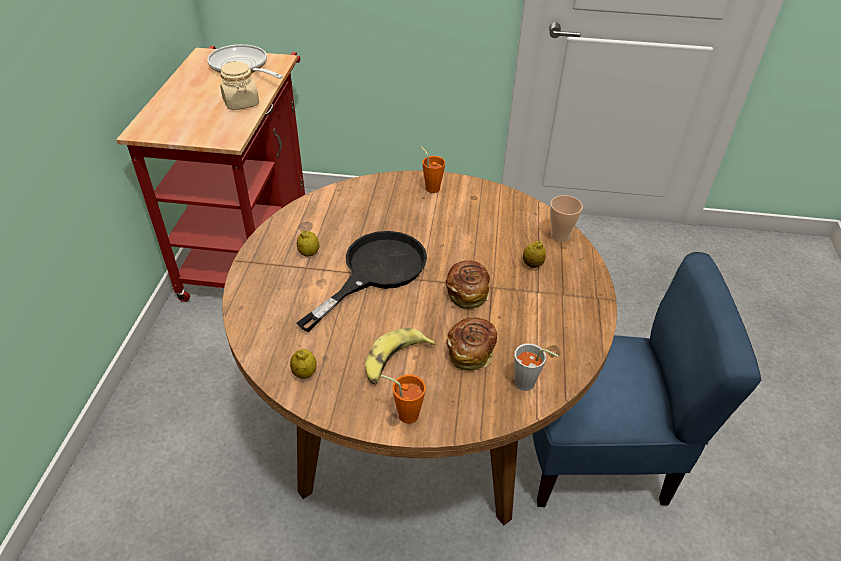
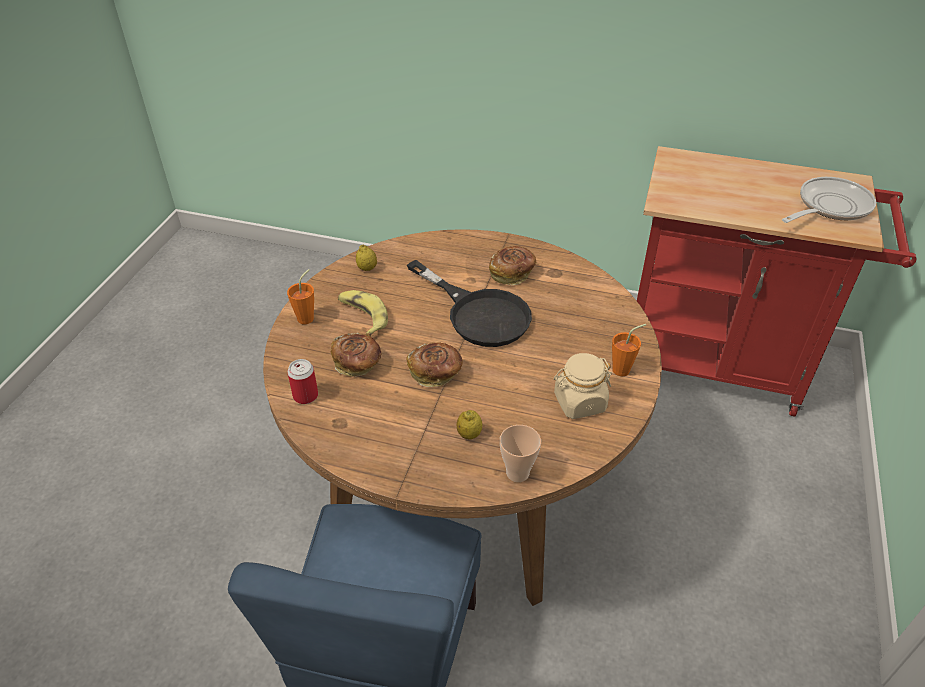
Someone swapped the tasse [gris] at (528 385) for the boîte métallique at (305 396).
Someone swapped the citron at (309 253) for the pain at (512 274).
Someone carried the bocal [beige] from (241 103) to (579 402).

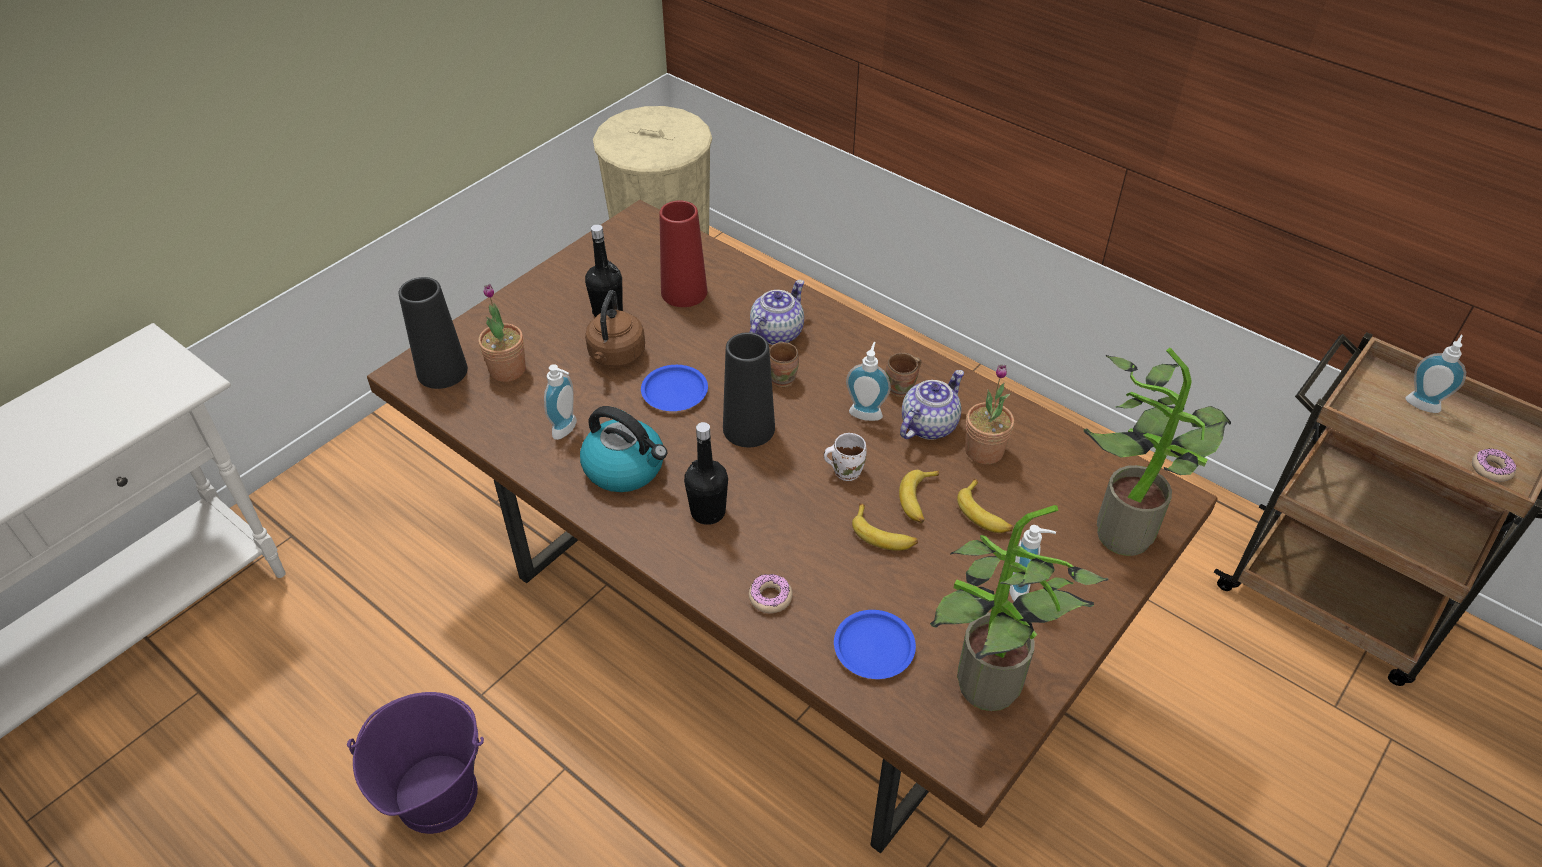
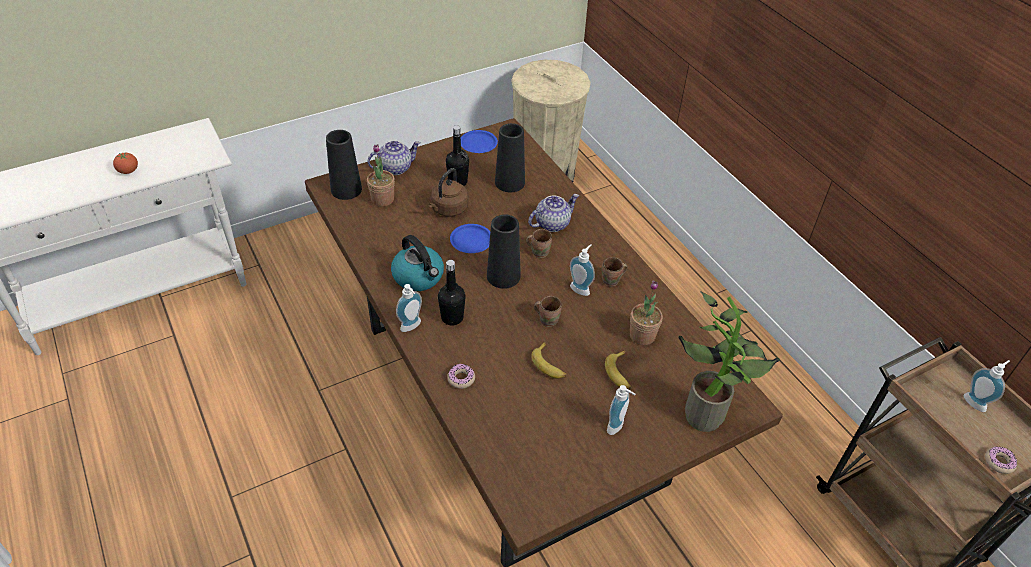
Someone put down the tomate at (128 171).
Someone carried the théière from (928 425) to (395 167).
Someone carried the distributeur de savon from (568 430) to (412 327).
Someone carried the assiette [bleu] from (874 647) to (479 144).
Someone repainted the vase [rouge] at (684 292), which became the vase [noir] at (509 182).
Someone repainted the mug [blanc] at (845 470), which became the mug [marron] at (548 319).
Someone took away the seau [violet] at (436 795).
Someone took away the banane at (919 500).
Someone took away the plante en pot at (983 692).

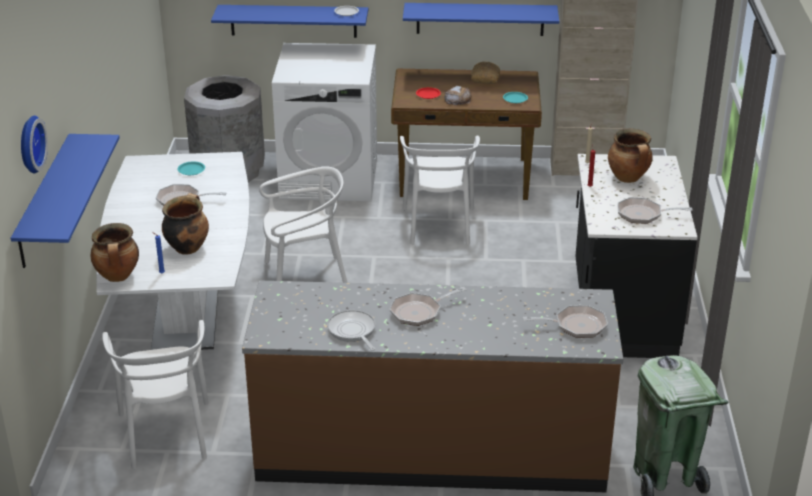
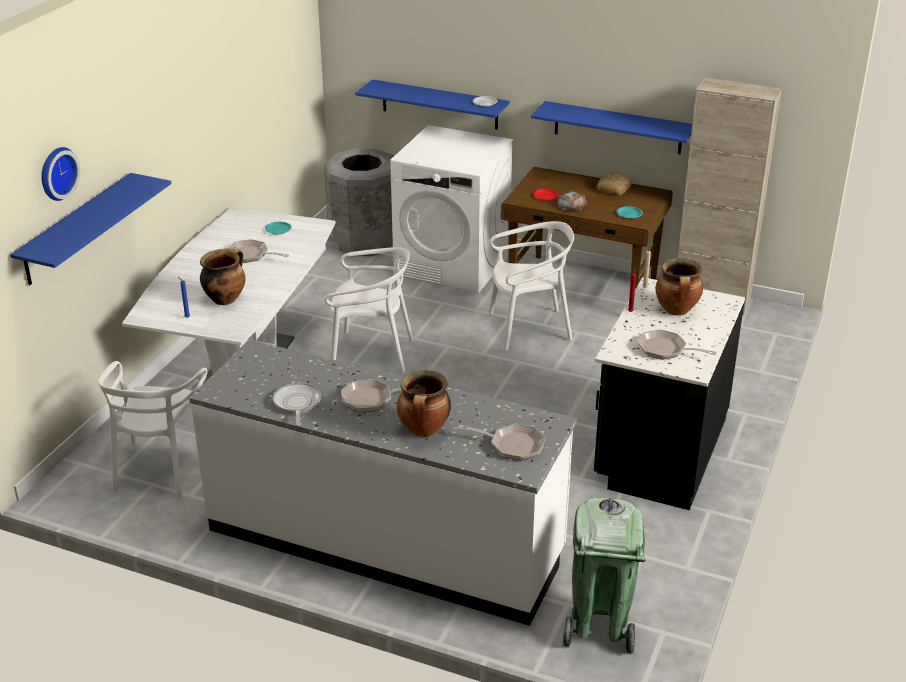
Someone repainted the comptoir de cuisine [marron] at (431 450), which became the comptoir de cuisine [blanc] at (385 541).
Someone carried the marmite from (118 276) to (424 430).
Someone rotated the chaise [blanc] at (439 225) by 120 degrees counterclockwise.

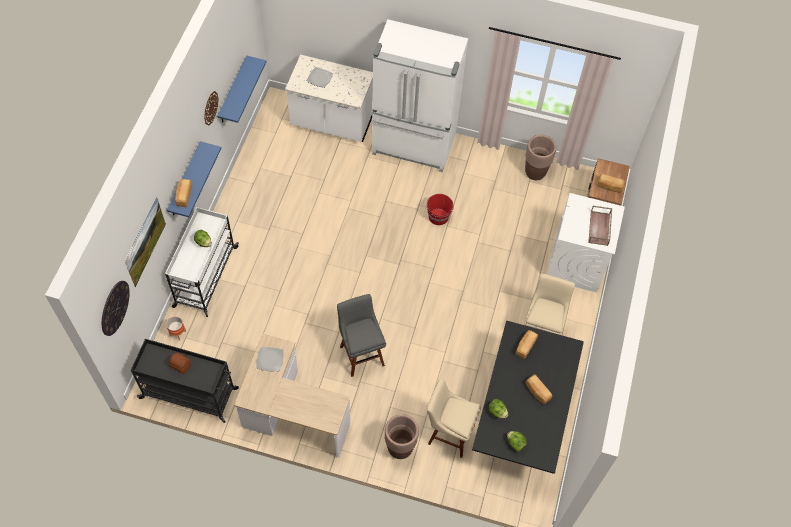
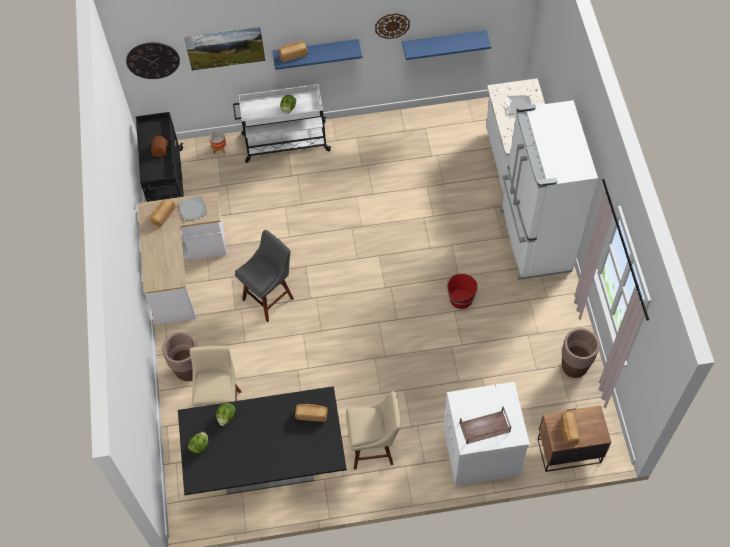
Someone carried the pain from (537 392) to (163 215).

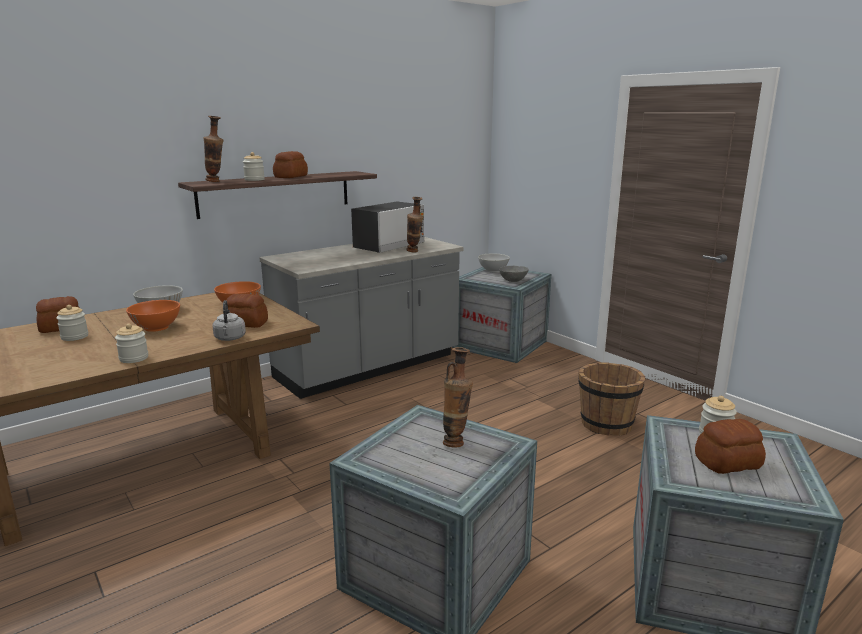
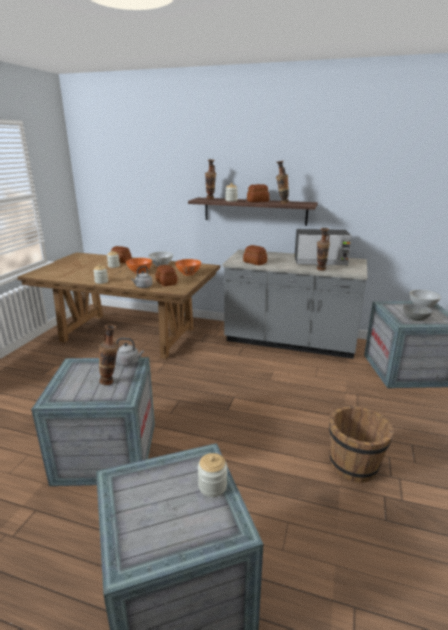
Someone put down the bouilloire [gris] at (129 362).
Someone carried the pain from (728 463) to (255 262).
Someone put down the vase at (281 203).

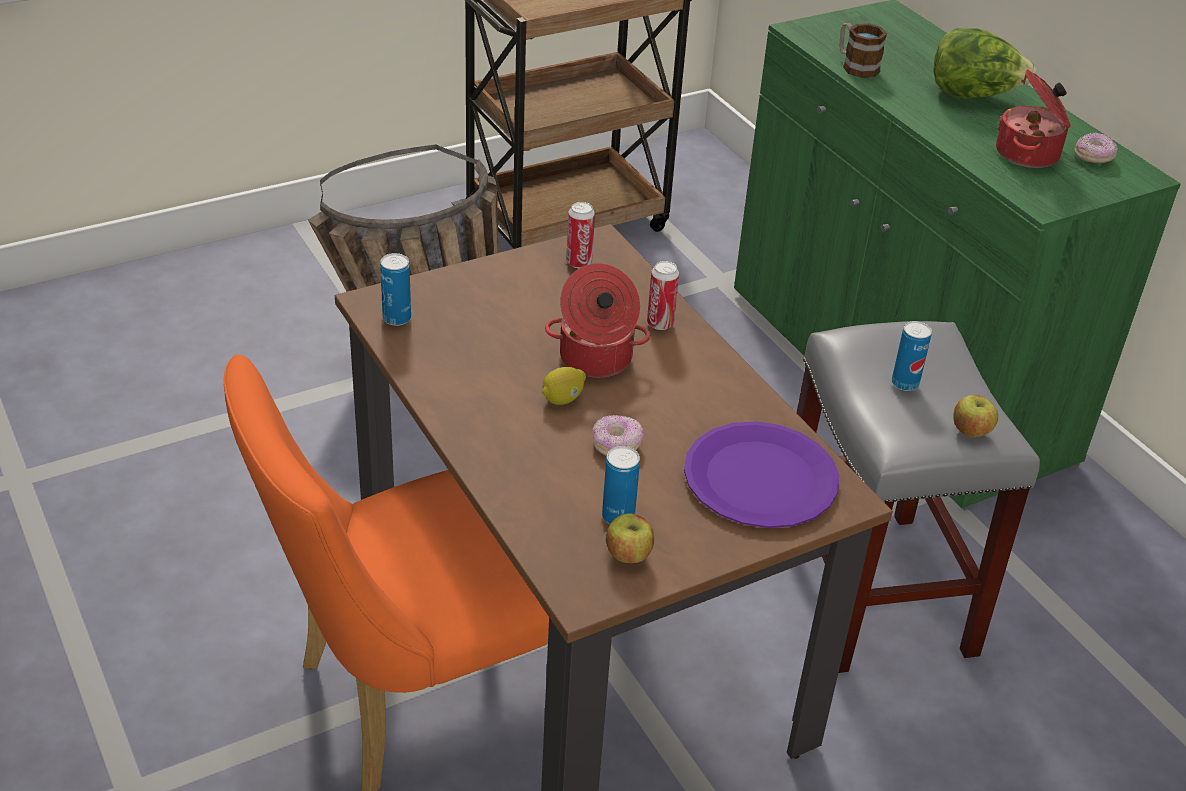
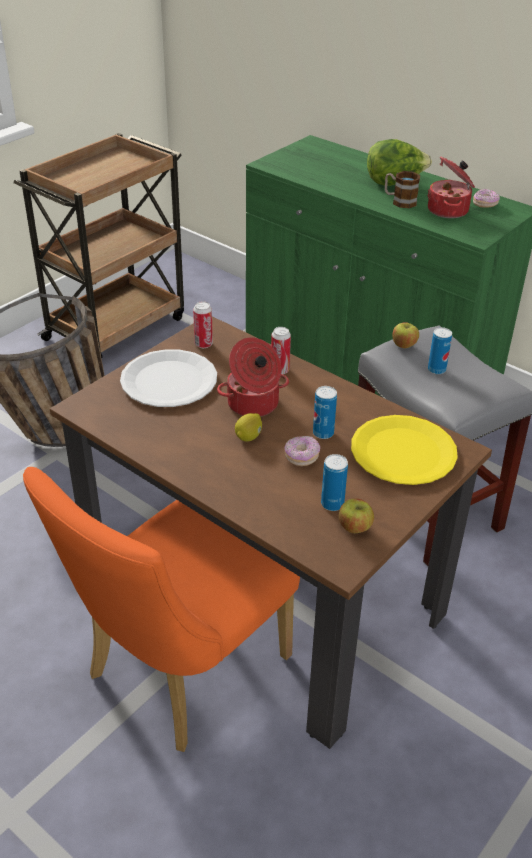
Someone put down the assiette [blanc] at (169 381).
Someone carried the boîte métallique from (397 318) to (323 433).
Someone repainted the assiette [violet] at (760 478), which became the assiette [jaune] at (403 452).
Someone carried the mug from (855 66) to (399 201).
Someone carried the pomme from (971 431) to (404 345).

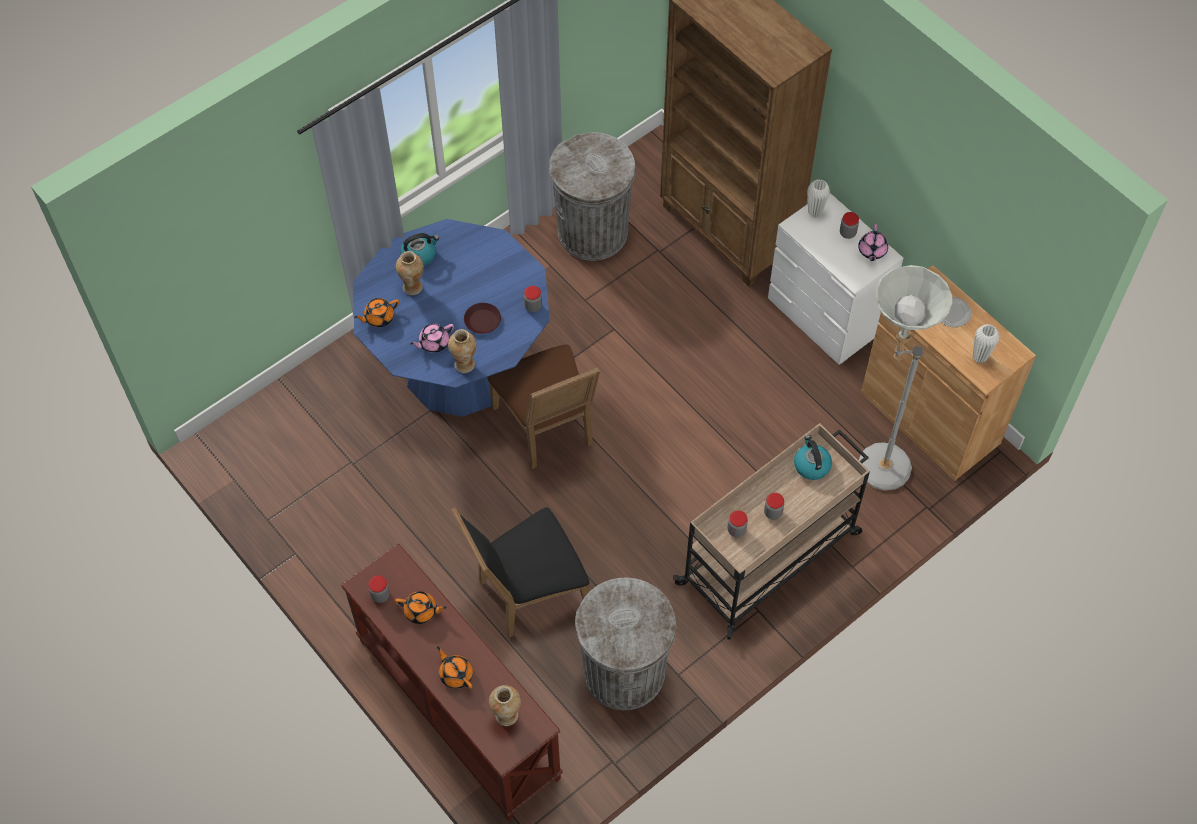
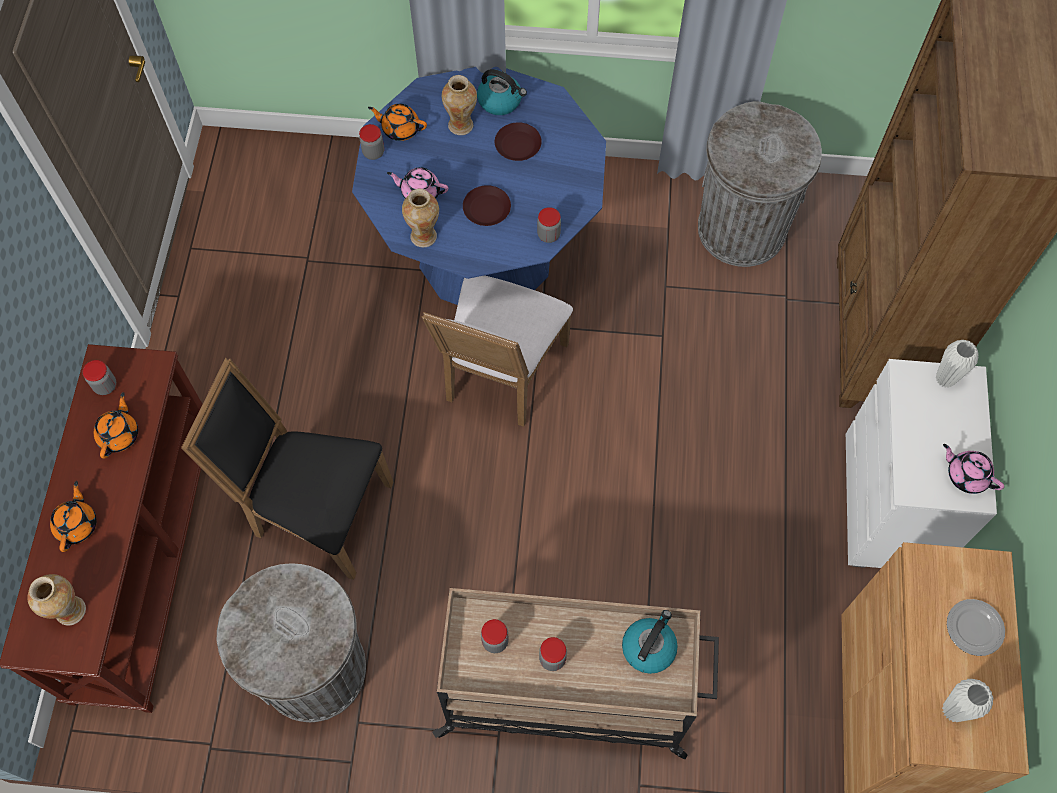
Someone rotated the théière [orange] at (421 611) by 135 degrees counterclockwise.
Someone carried the bocal from (847 233) to (373 152).
Someone repainted the chaise [marron] at (548 429), which became the chaise [blanc] at (500 376).
Someone put down the assiette [marron] at (518 145).
Someone rotated the théière [rose] at (872 251) by 75 degrees clockwise.
Someone took away the lampadaire [gris] at (872 465).

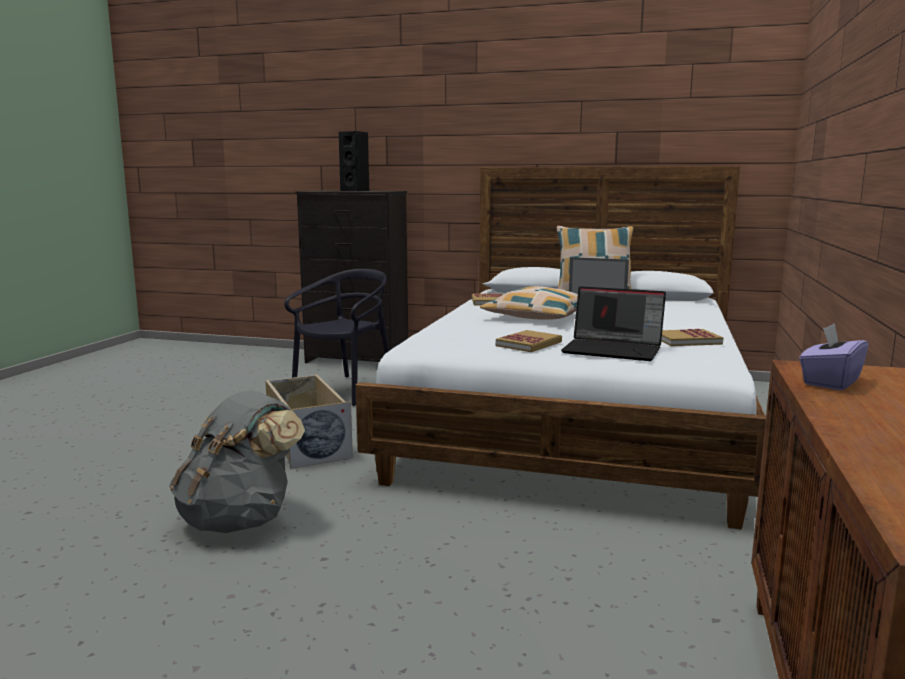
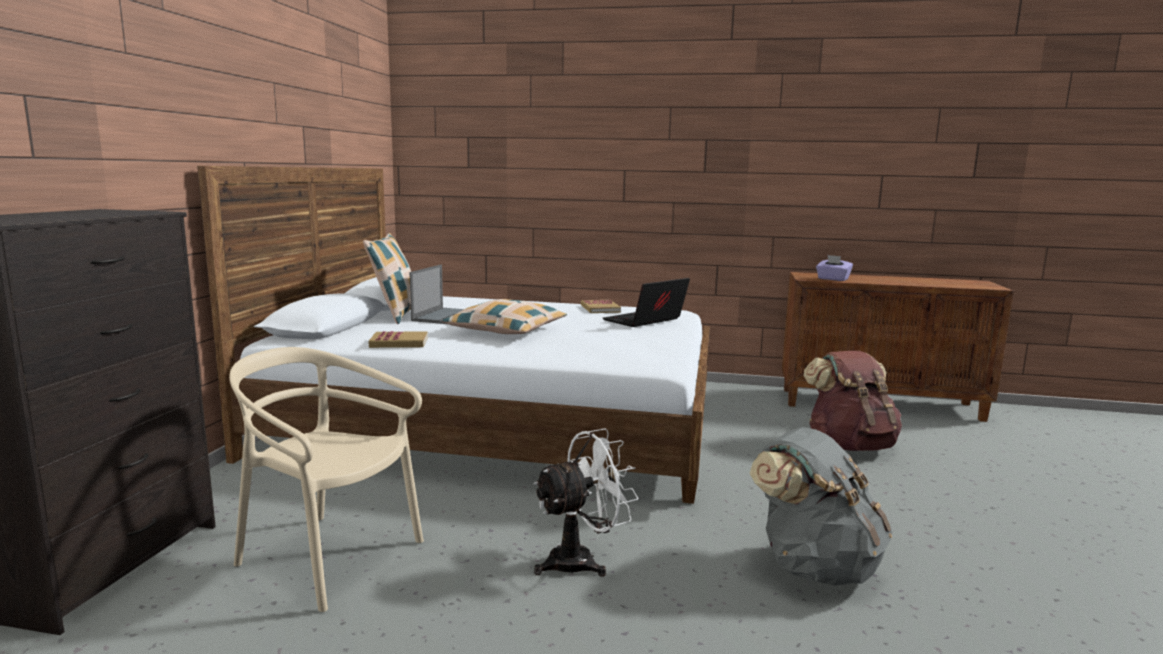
Someone repainted the chaise [noir] at (346 390), which became the chaise [beige] at (329 557).
Someone swapped the boîte de rangement [beige] at (306 442) for the ventilateur [blanc] at (581 560).
Someone rotated the ordinateur portable at (614 350) by 150 degrees counterclockwise.
Someone put down the sac à dos [marron] at (850 445).
Someone took away the enceinte [noir] at (356 190).
Someone took away the livre at (529 344).

